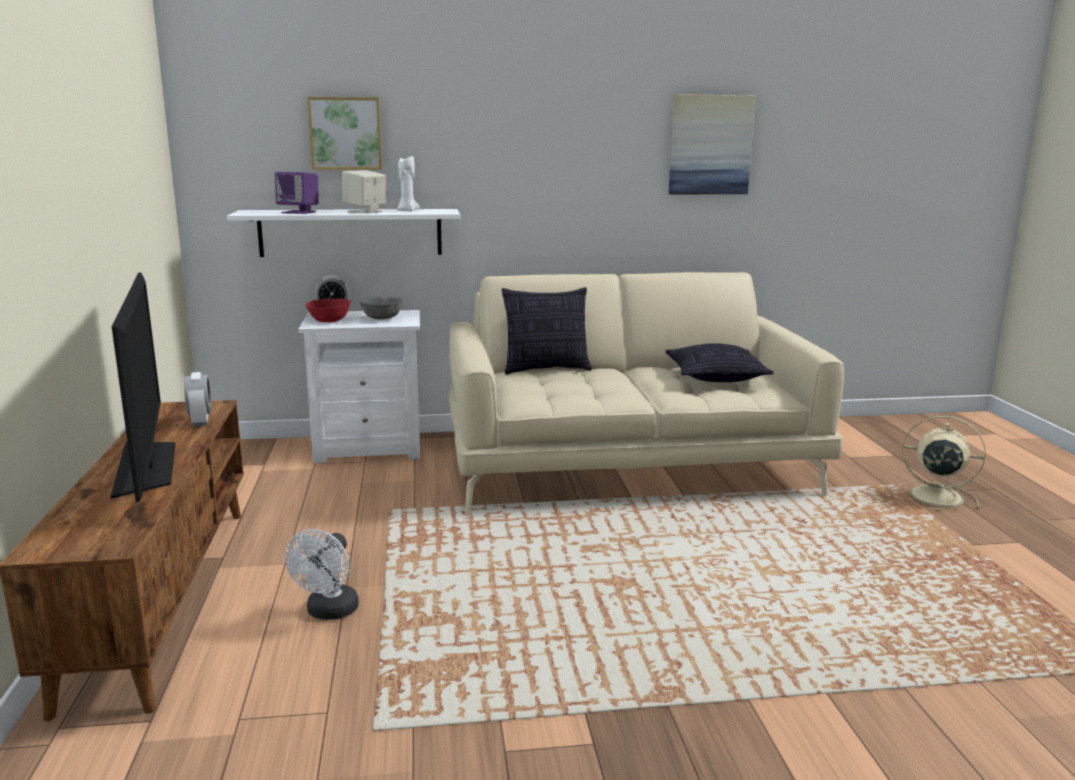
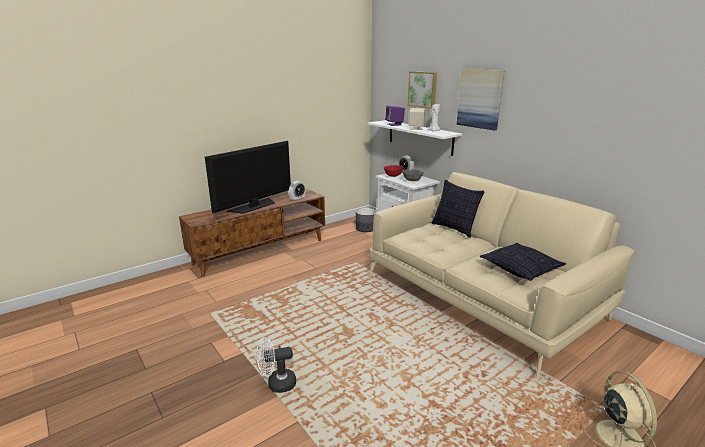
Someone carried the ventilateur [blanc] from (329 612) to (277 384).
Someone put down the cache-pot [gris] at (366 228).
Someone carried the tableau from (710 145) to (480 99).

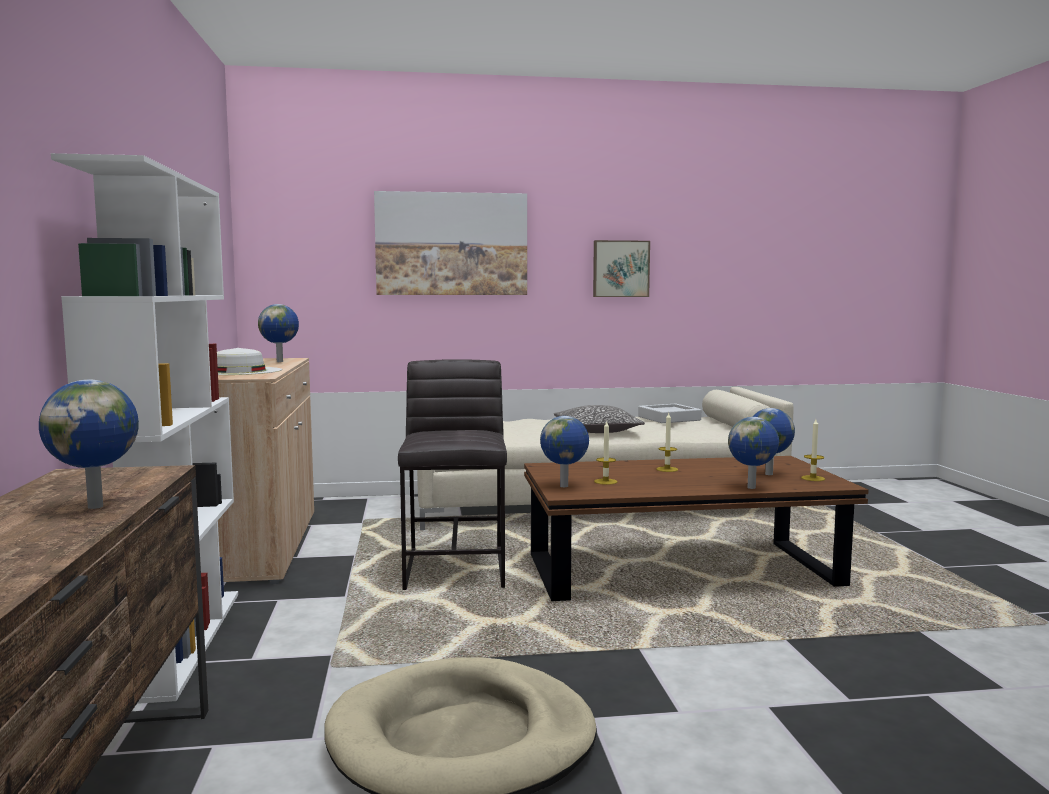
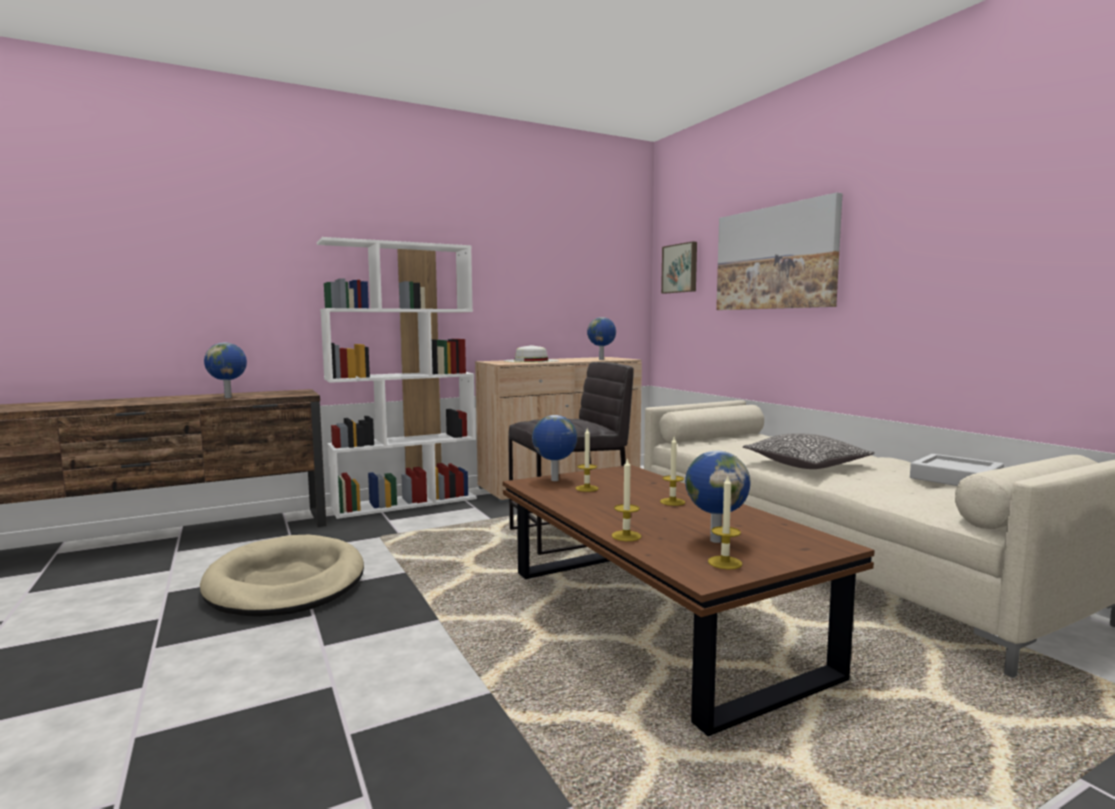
Someone swapped the globe at (752 488) for the bougie at (626 536).
Someone carried the tableau from (620 269) to (680 268).

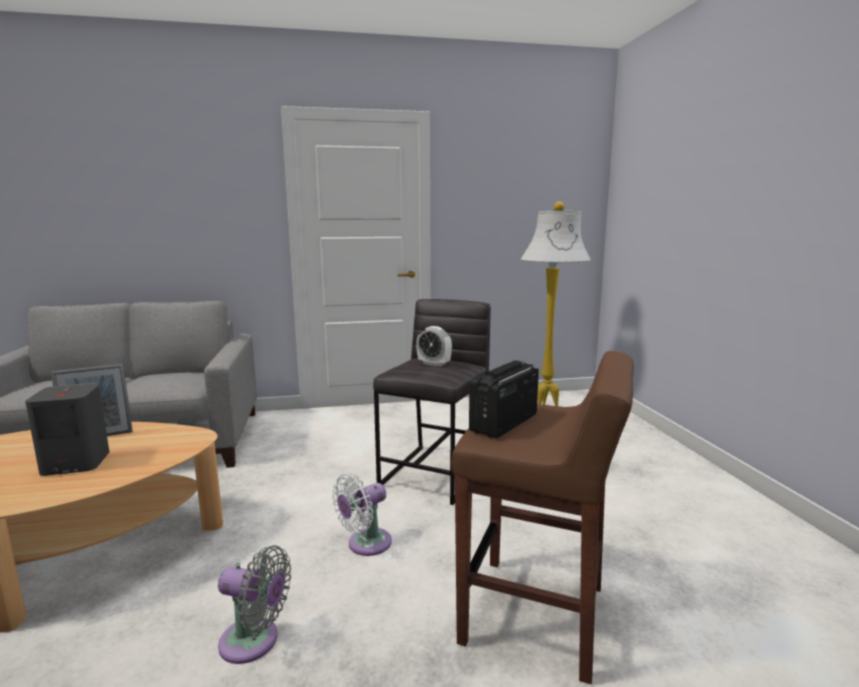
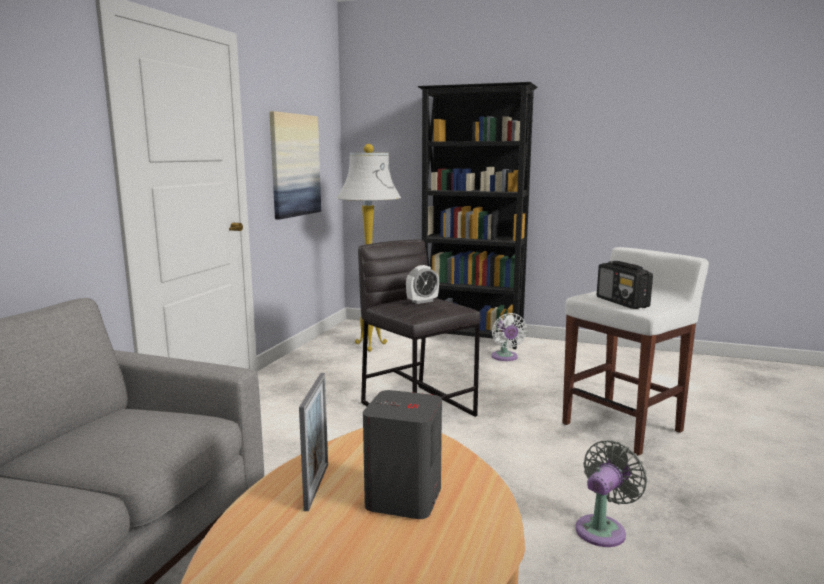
Someone put up the tableau at (294 165).
Someone put down the bibliothèque [noir] at (472 338).
Someone carried the ventilateur [blanc] from (365 544) to (505 357).
Someone repainted the tabouret [marron] at (536 615), which became the tabouret [blanc] at (623 427).

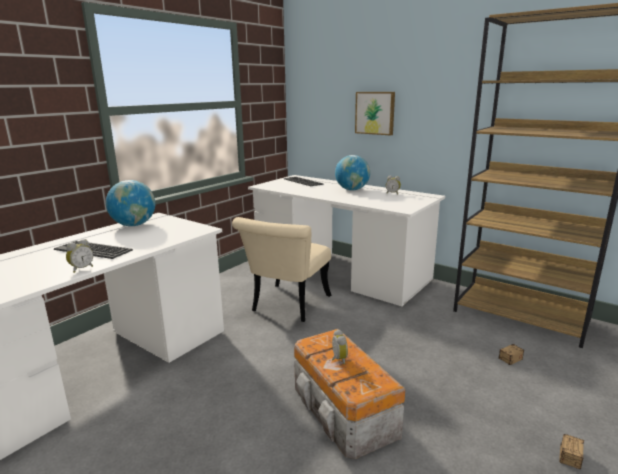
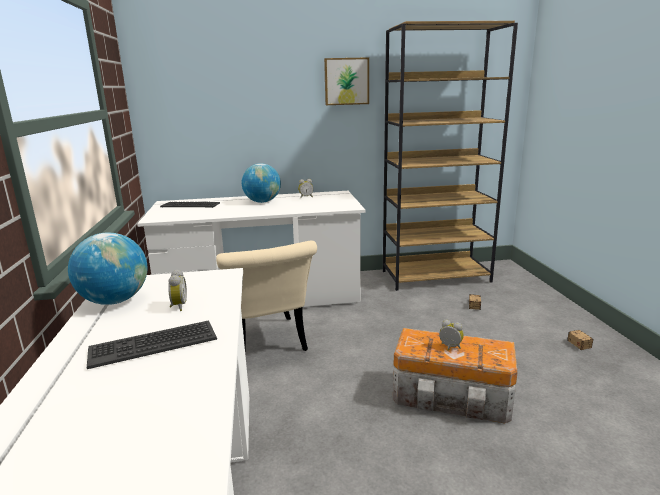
Someone carried the réveil from (81 269) to (178 306).
Someone carried the tableau from (375 113) to (346 81).

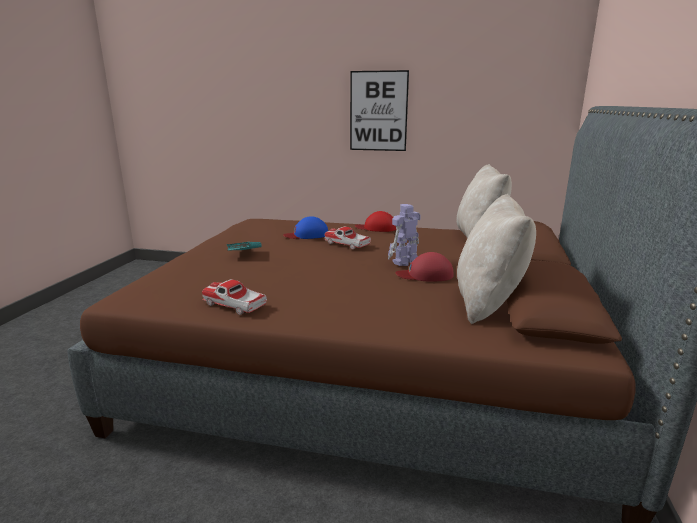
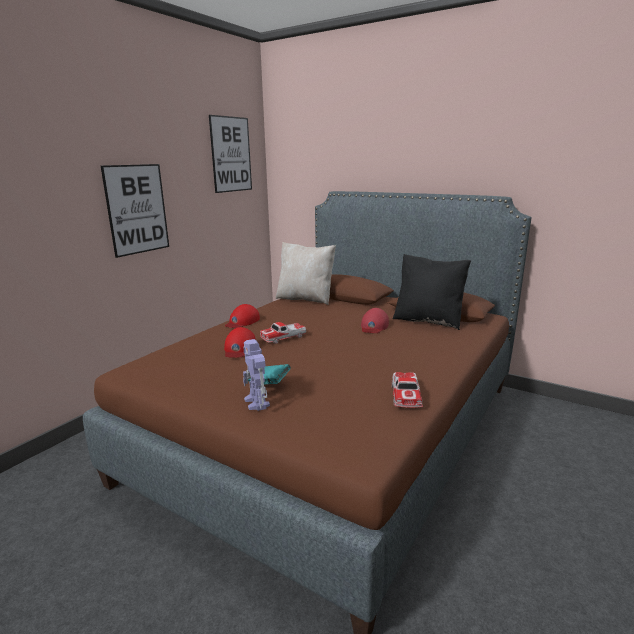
Someone put up the tableau at (231 154).
Someone repainted the casquette [bleu] at (307 235), which became the casquette [rouge] at (239 348).
Someone carried the robot jouet from (404 261) to (257 403).
Someone rotated the petite voiture at (235 305) by 45 degrees counterclockwise.
Someone repainted the coussin [beige] at (488 302), which became the coussin [noir] at (428 321).

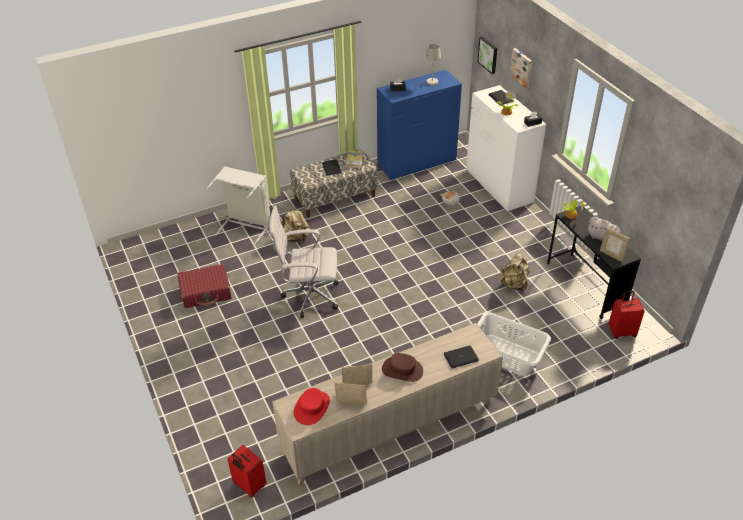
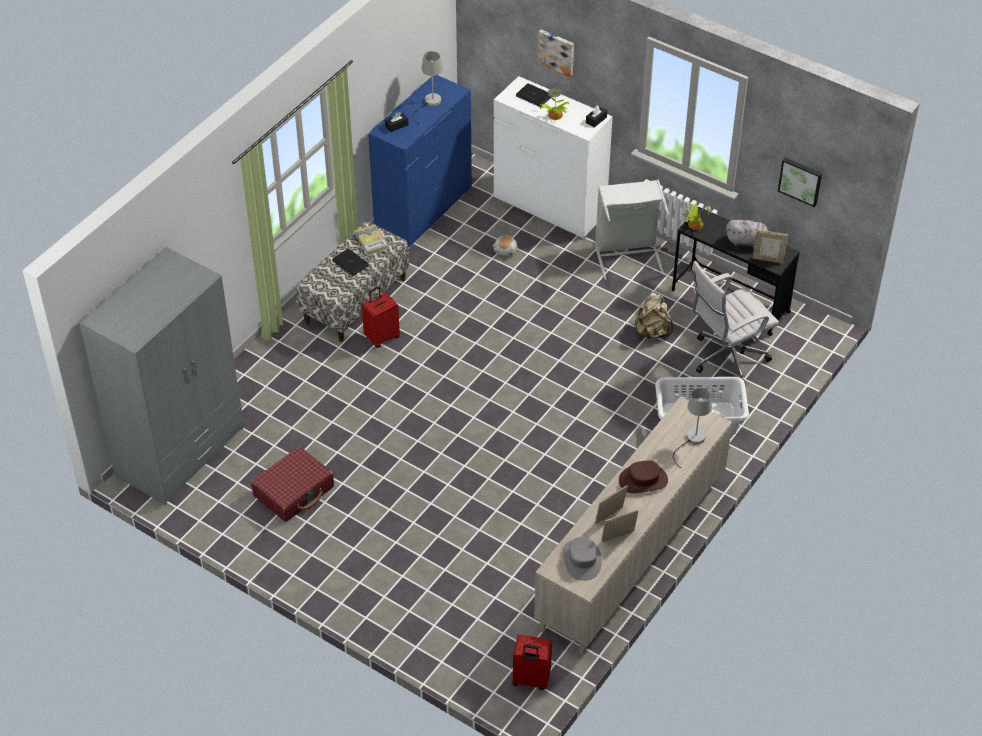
Someone put down the armoire [gris] at (181 452).
Someone carried the valise [rouge] from (621 332) to (381 337).
Someone repainted the chapeau [rouge] at (312 407), which became the chapeau [gris] at (582 559).
Someone carried the panier à linge [gris] from (246 226) to (627 254).
Someone swapped the ordinateur portable at (461 357) for the lampe de table [gris] at (692 441).
Someone carried the chaise de bureau [blanc] from (308 296) to (726 359).
Someone carried the tableau from (488 54) to (800 181).
Someone took away the sac à dos [beige] at (296 238).

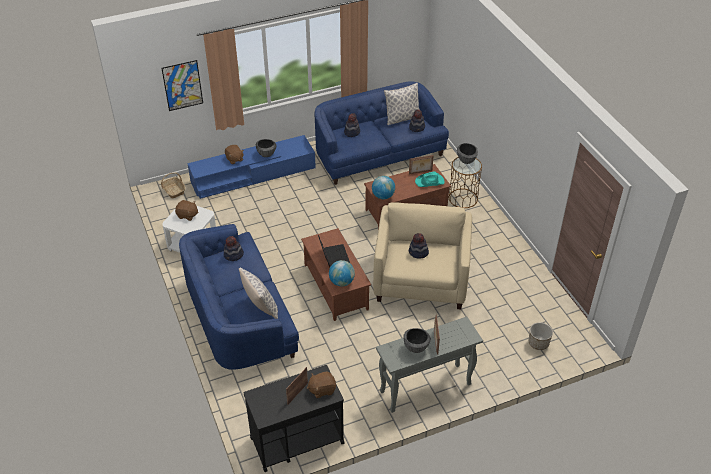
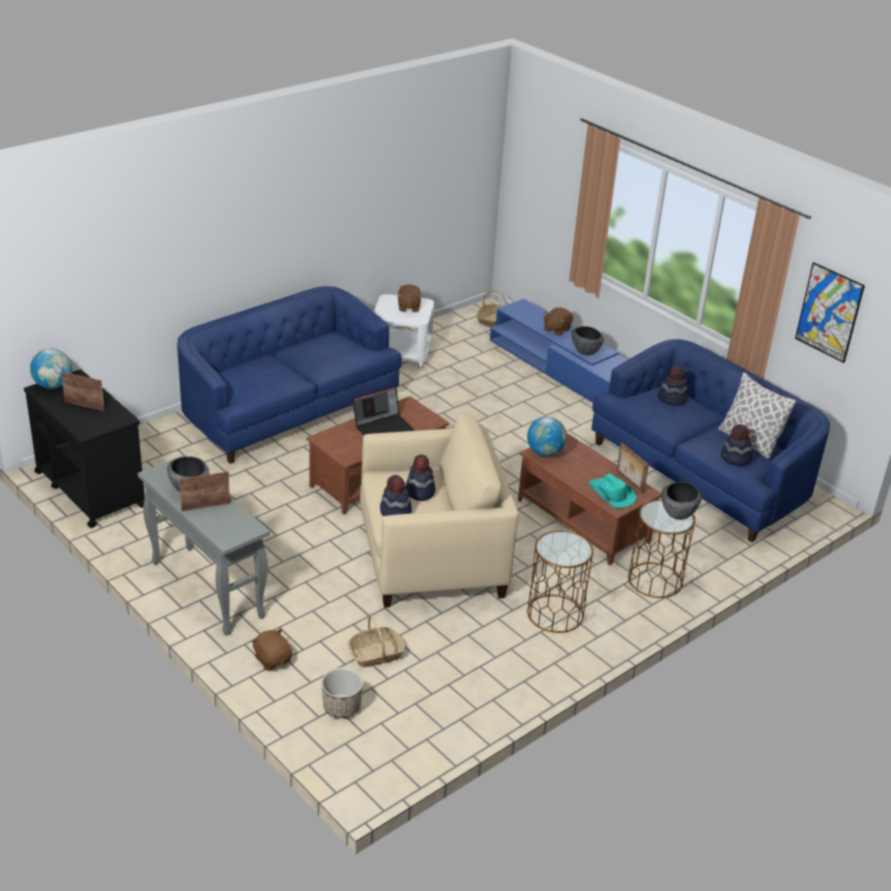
Someone carried the globe from (341 282) to (53 386).
Someone carried the peluche [marron] from (322 389) to (272 659).
Someone put down the panier at (375 654).
Someone carried the chapeau from (233 255) to (395 512).
Someone put down the table d'appoint [marron] at (555 613).
Someone carried the tableau from (182 85) to (829 312).
Someone took away the coussin at (260 307).

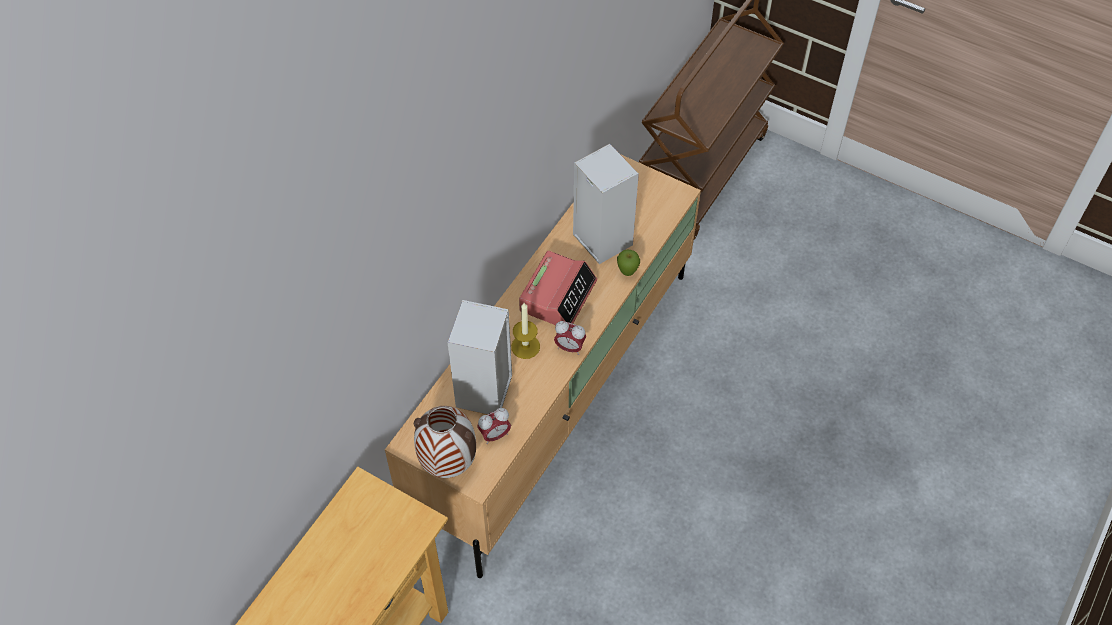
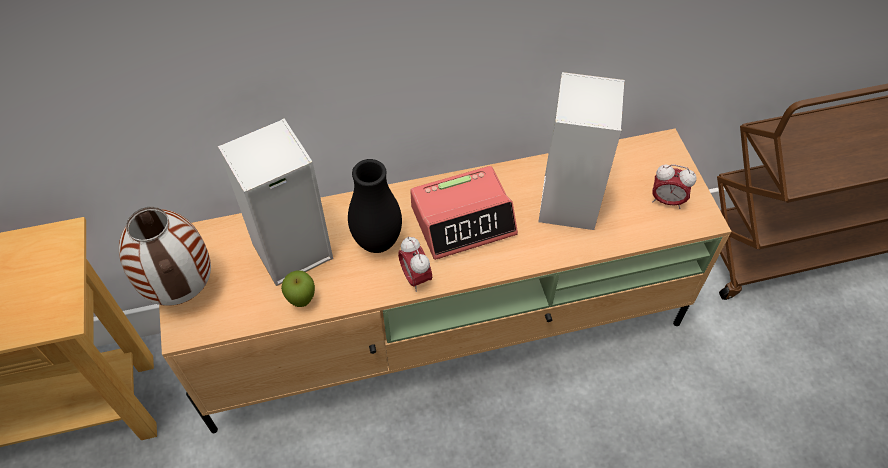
Someone carried the pomme from (627 272) to (302 301).
Someone swapped the bougie at (525 346) for the vase [noir] at (377 242).
Someone carried the réveil from (495 435) to (666 200).

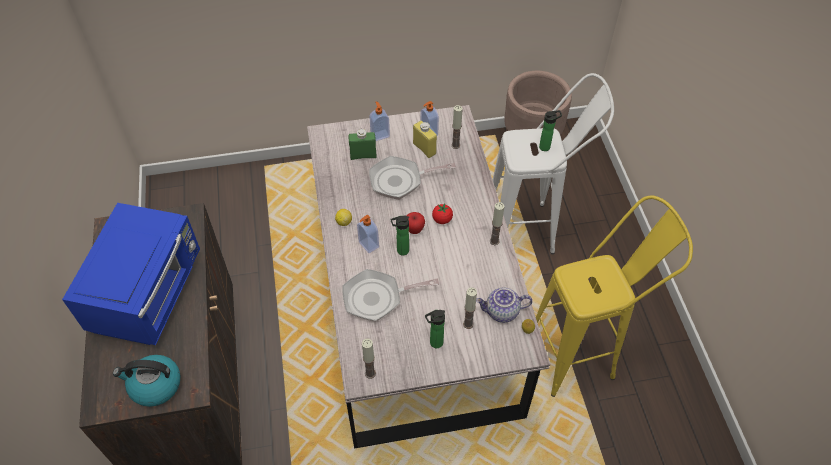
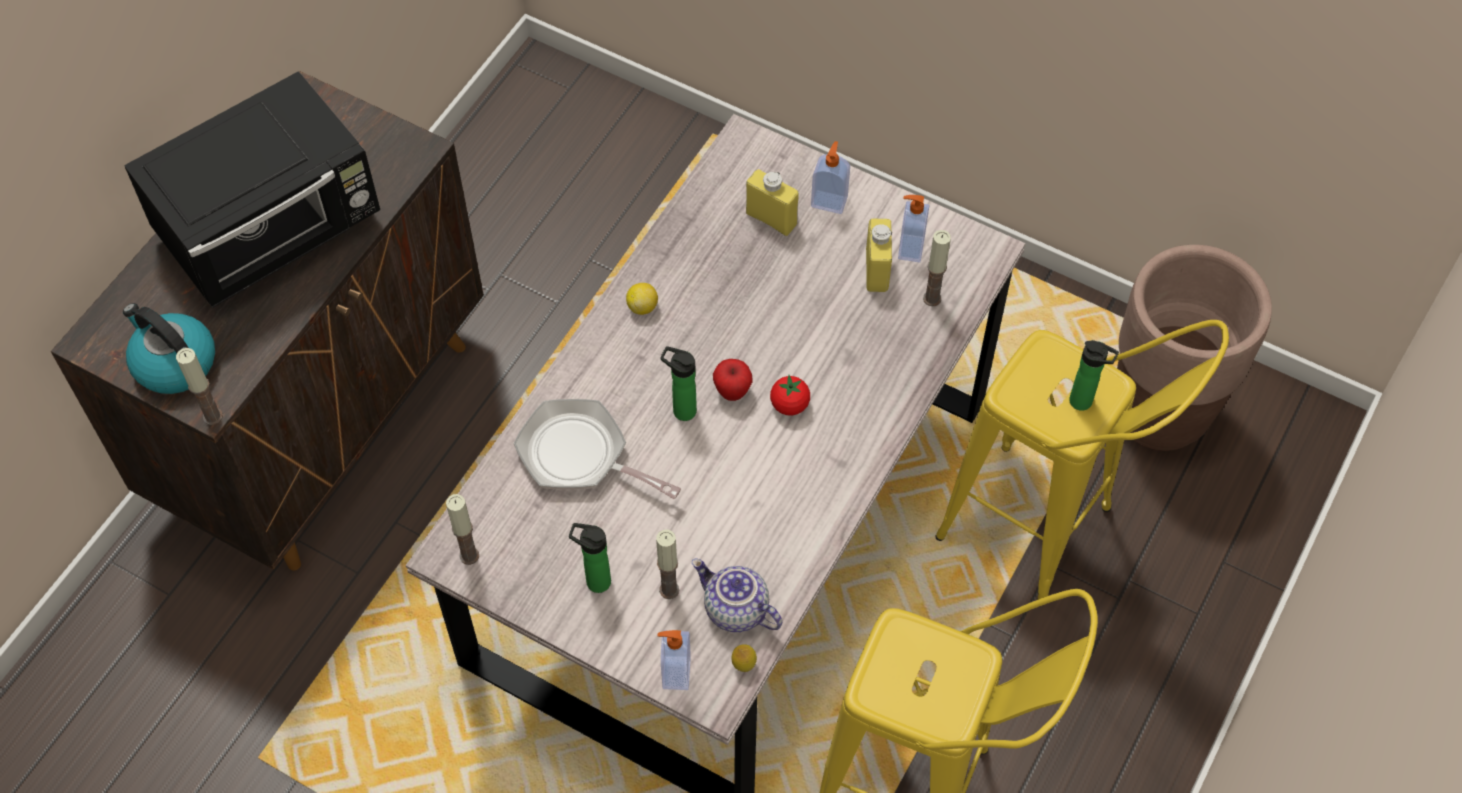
Someone repainted the micro-ondes [bleu] at (149 293), which became the micro-ondes [noir] at (273 230).
Someone carried the bougie from (494 241) to (212 416).
Someone carried the distributeur de savon from (368 245) to (675 673).
Someone repainted the bouteille [vert] at (363 155), which became the bouteille [jaune] at (771 219).
Someone repainted the tabouret [blanc] at (532 229), which became the tabouret [jaune] at (1047 537).
Someone took away the poêle at (400 181).

